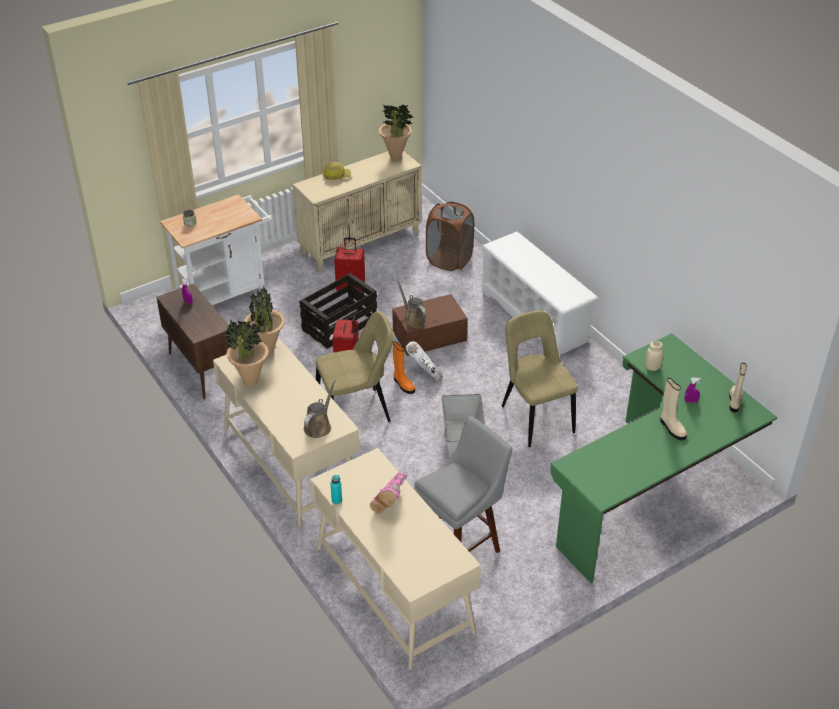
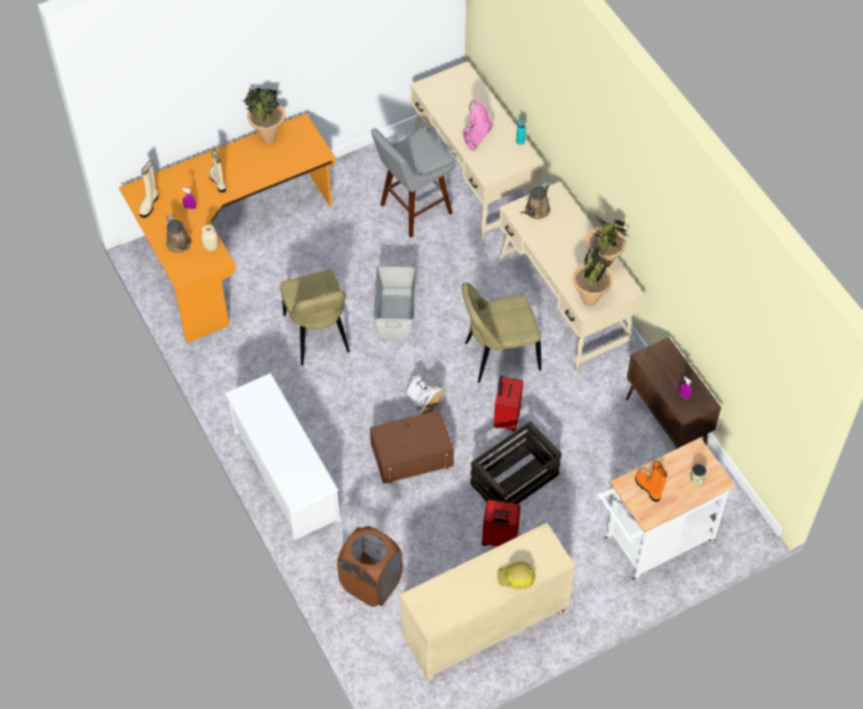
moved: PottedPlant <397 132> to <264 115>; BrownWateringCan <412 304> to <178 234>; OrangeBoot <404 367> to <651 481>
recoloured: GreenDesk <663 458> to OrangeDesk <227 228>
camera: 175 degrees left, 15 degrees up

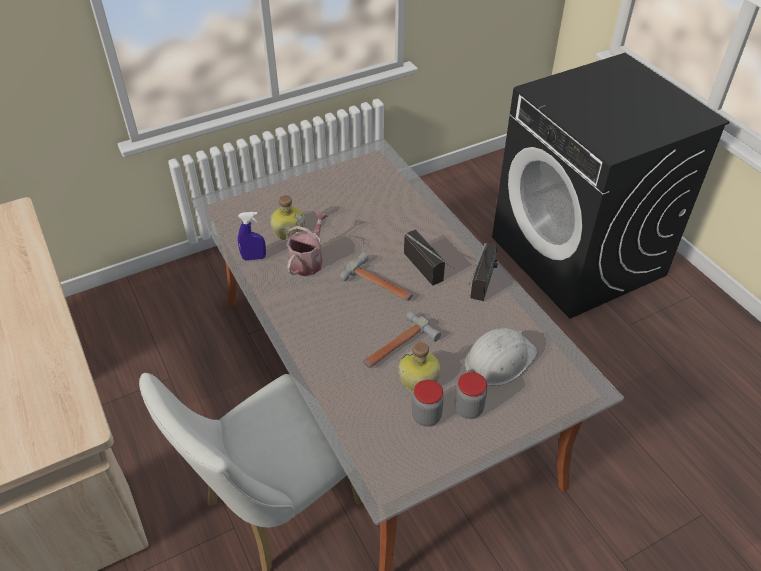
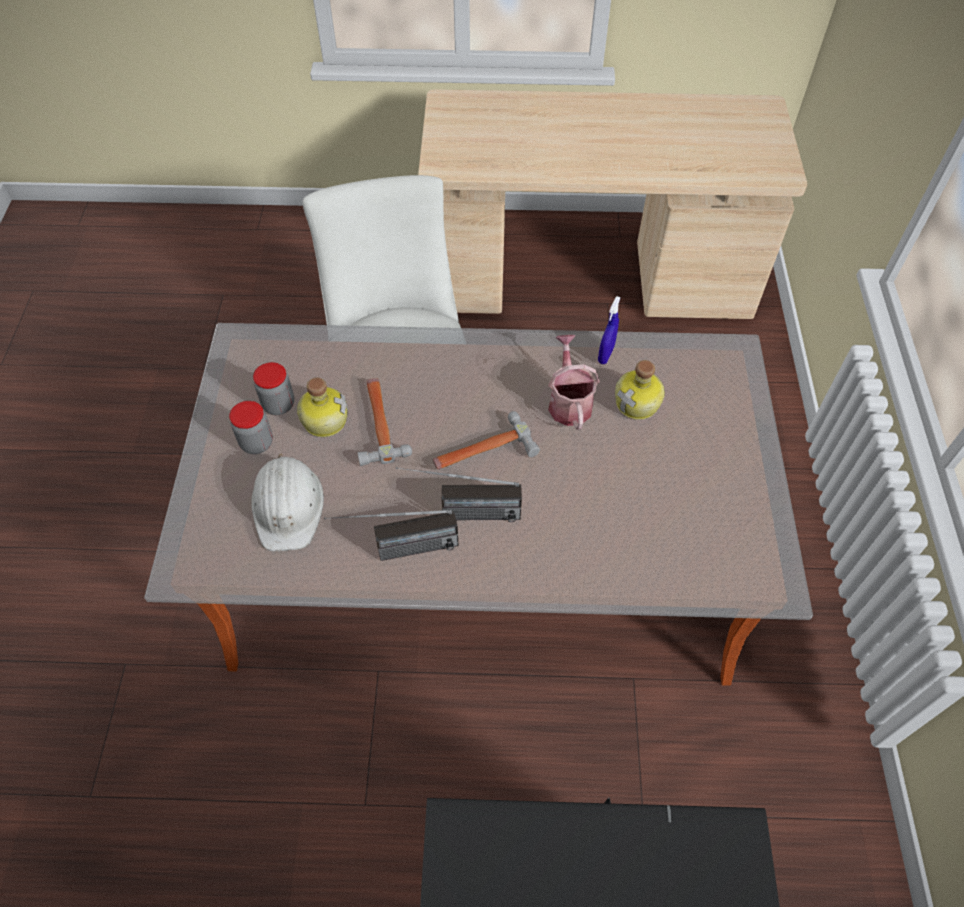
turned: WateringCan <308 244> = <574 382> 150 degrees counterclockwise; Radio <483 272> = <391 535> 60 degrees counterclockwise
camera: 120 degrees right, 10 degrees up

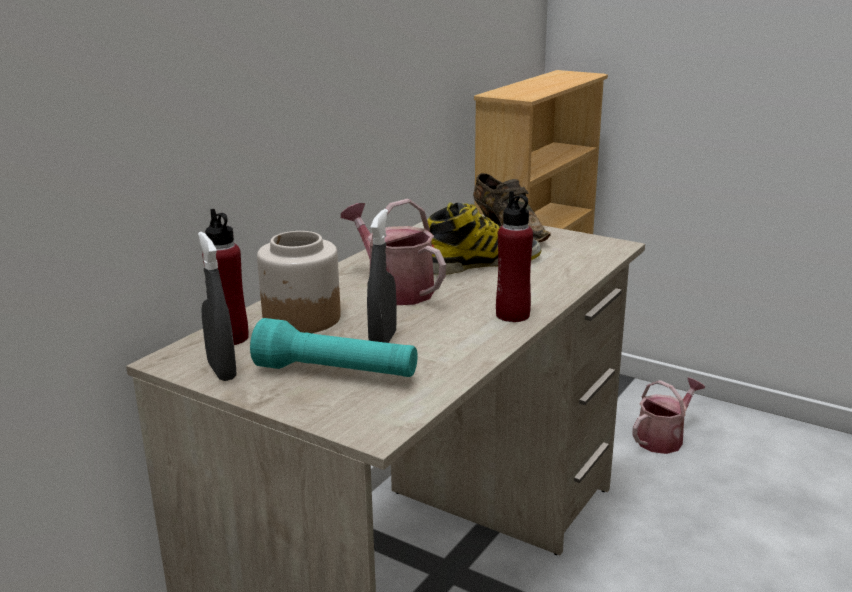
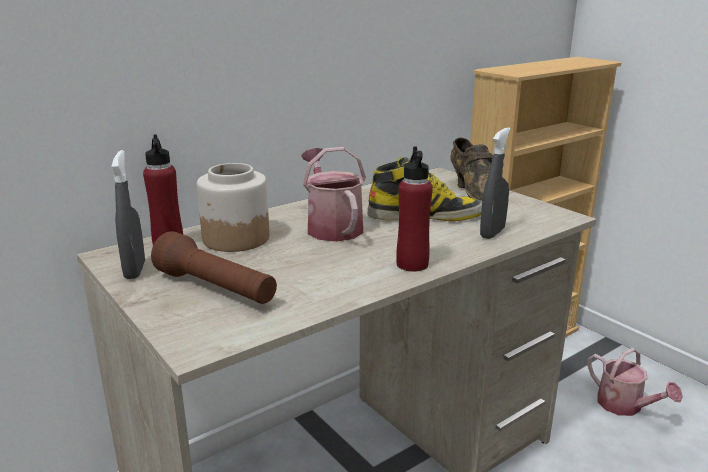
moved: GreySprayBottle <382 276> to <495 183>
recoloured: TurquoiseFlashlight <334 347> to BrownFlashlight <214 267>
turned: WateringCan <668 415> = <635 382> 75 degrees clockwise
camera: 20 degrees right, 0 degrees up

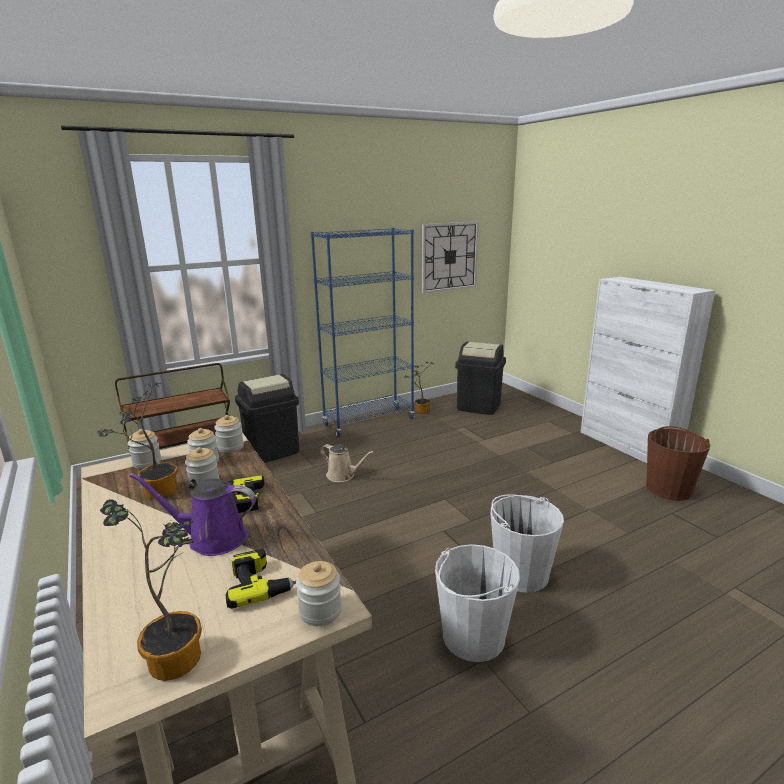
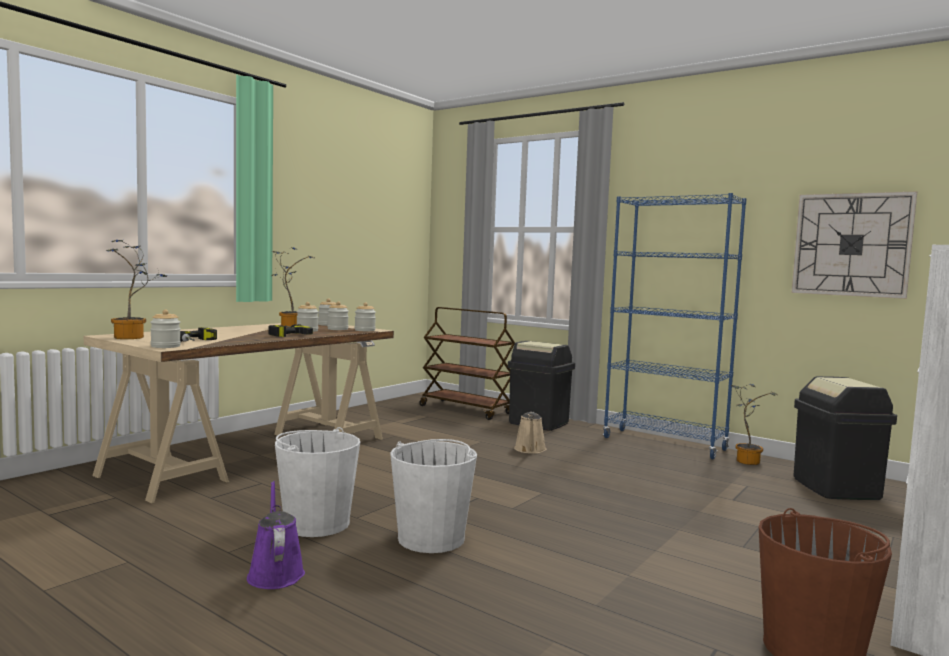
moved: PurpleWateringCan <192 514> to <276 535>
camera: 65 degrees right, 15 degrees down

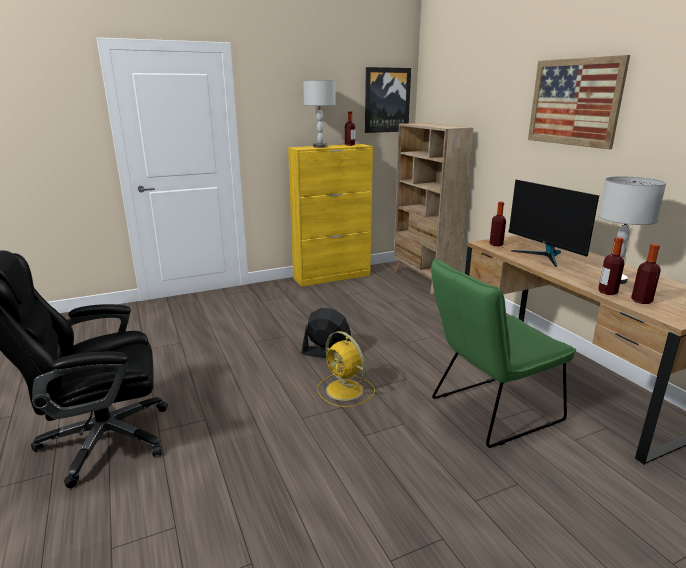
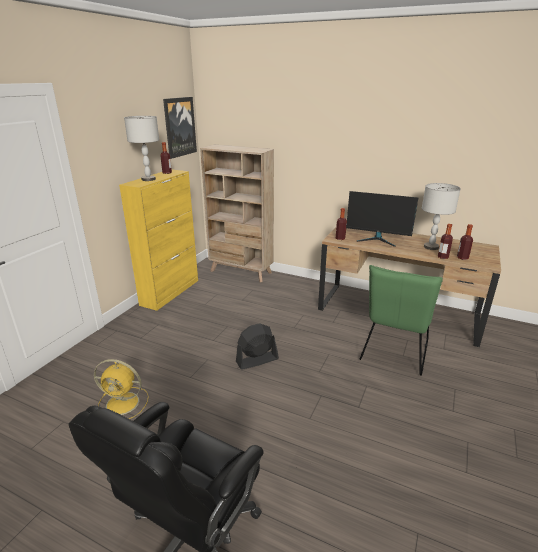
removed: Picture <579 102>
moved: YellowFan <346 369> to <121 389>
camera: 40 degrees left, 5 degrees up

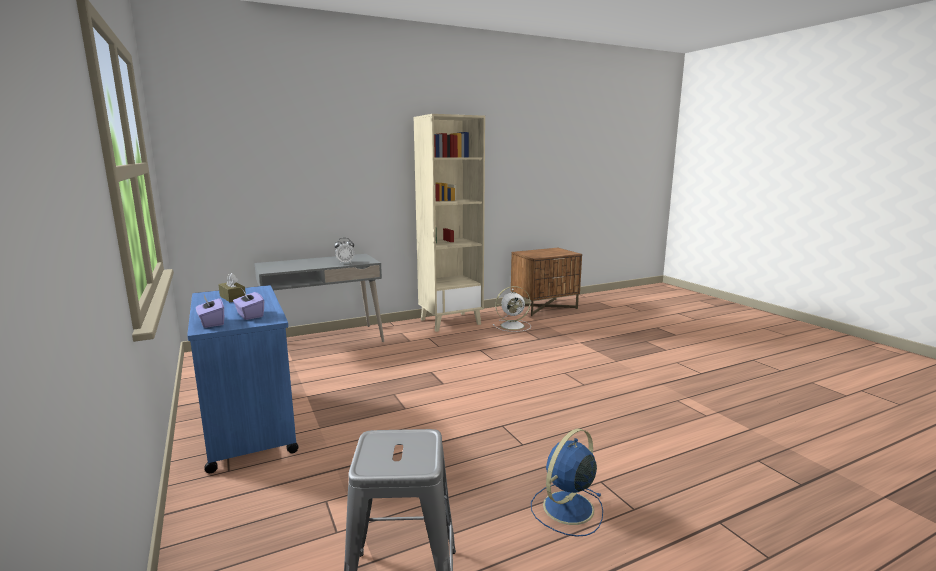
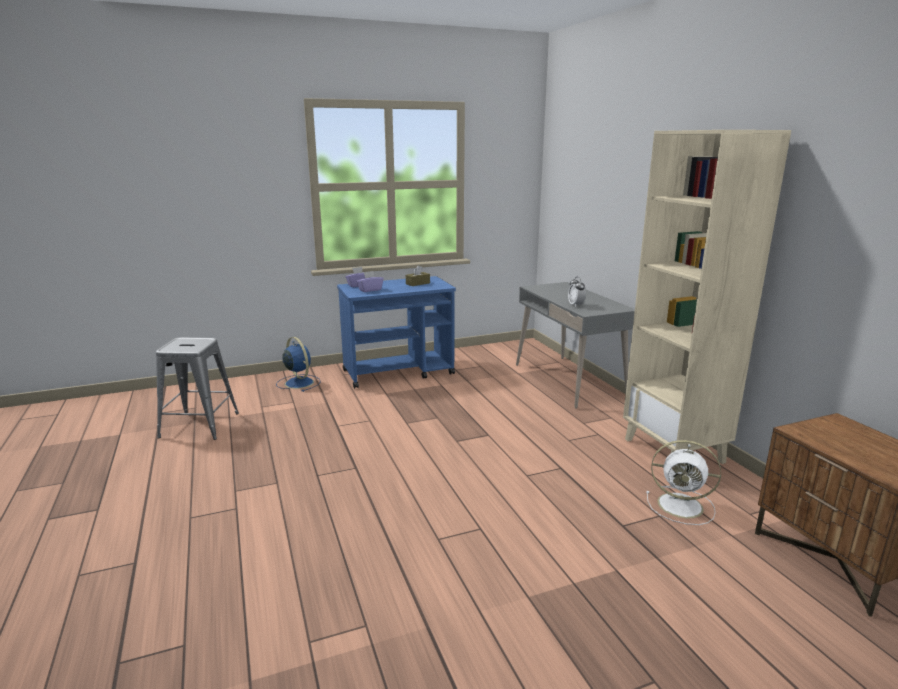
moved: BlueFan <567 482> to <298 364>
turned: WhiteFan <512 309> = <683 482> 60 degrees counterclockwise
camera: 95 degrees right, 5 degrees up

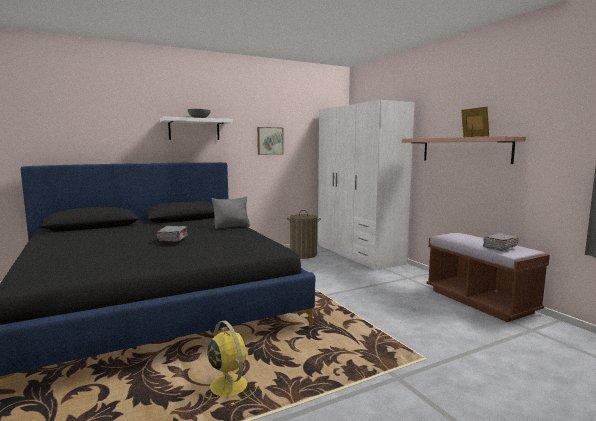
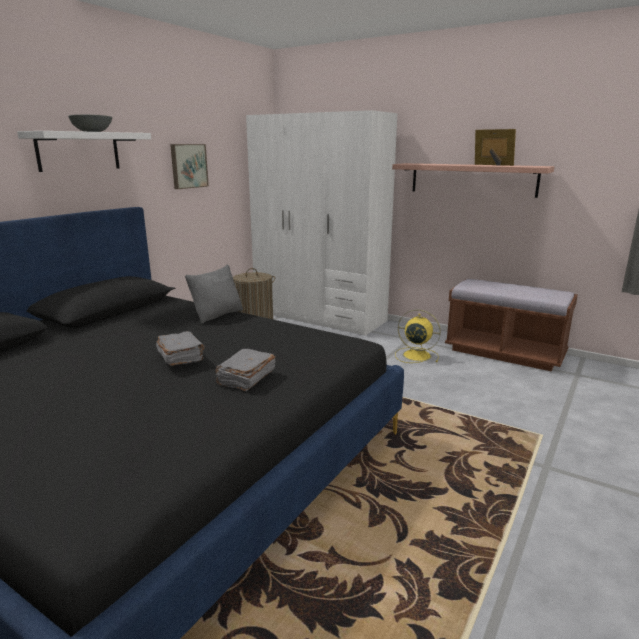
moved: GreyBook <501 242> to <246 370>; YellowFan <230 363> to <418 336>
camera: 30 degrees left, 10 degrees up

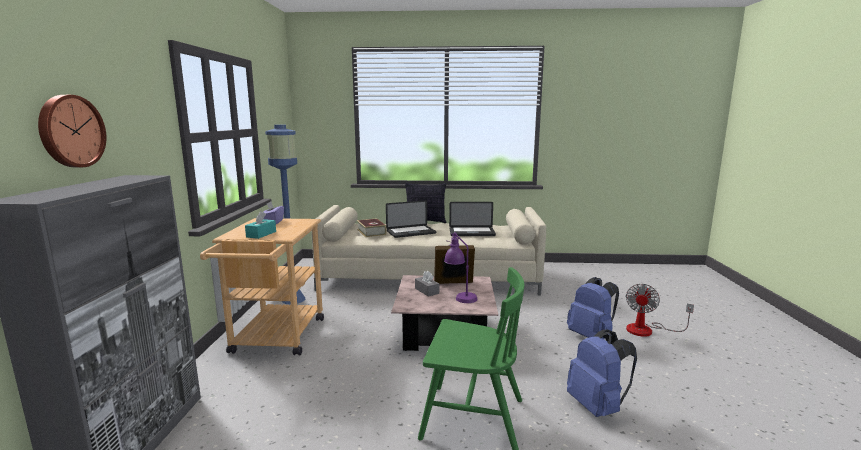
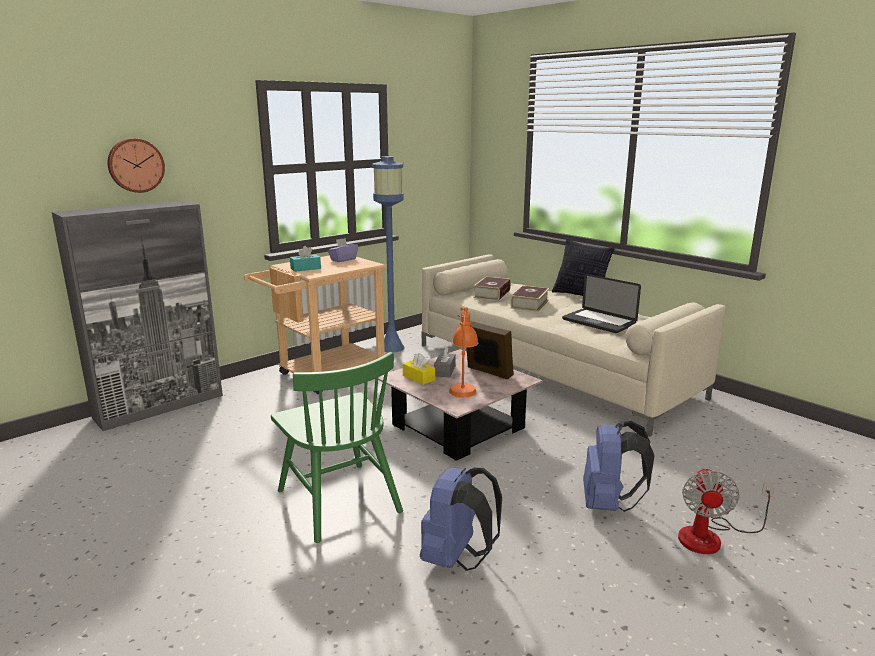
added: YellowTissueBox <419 369>
replaced: Laptop <411 219> to Book <529 299>
recoloured: PurpleTableLamp <461 267> to OrangeTableLamp <464 352>
turned: Fan <660 310> = <726 510> 60 degrees counterclockwise
camera: 45 degrees right, 5 degrees up

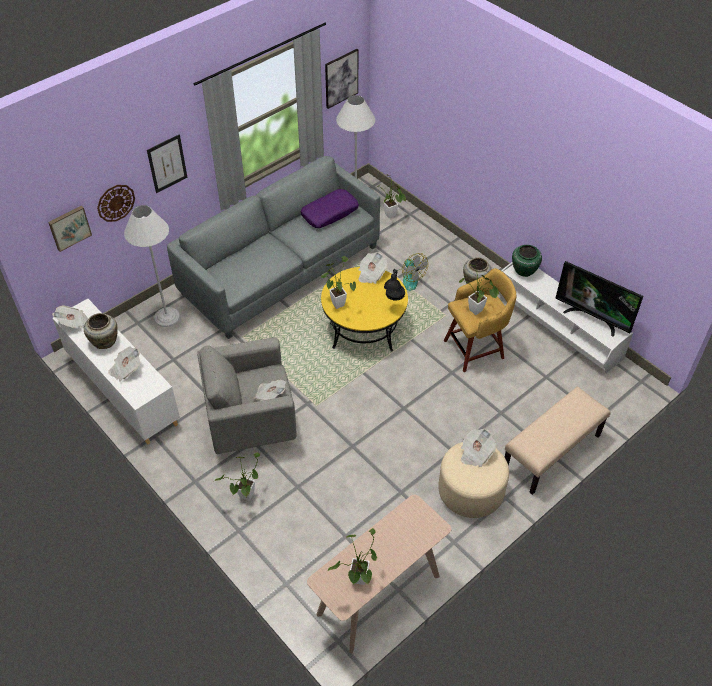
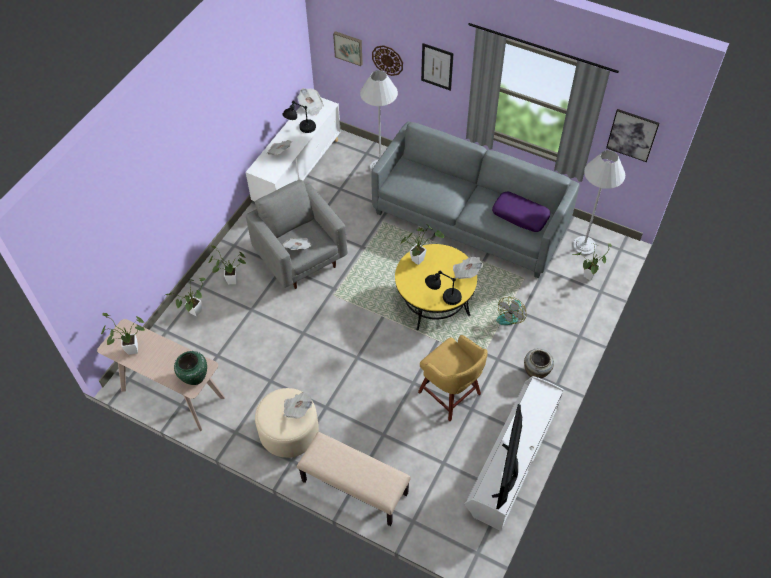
moved: GreenVase <527 261> to <190 368>; PottedPlant <479 289> to <185 297>
replaced: BeigeVase <101 331> to BlackTableLamp <299 117>
camera: 70 degrees right, 5 degrees up

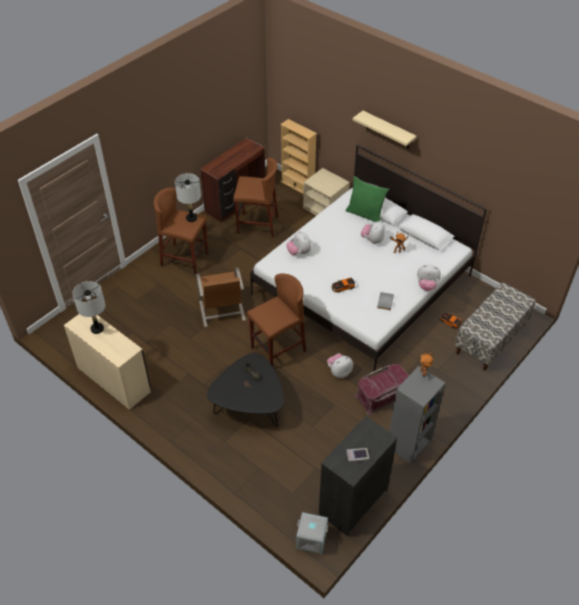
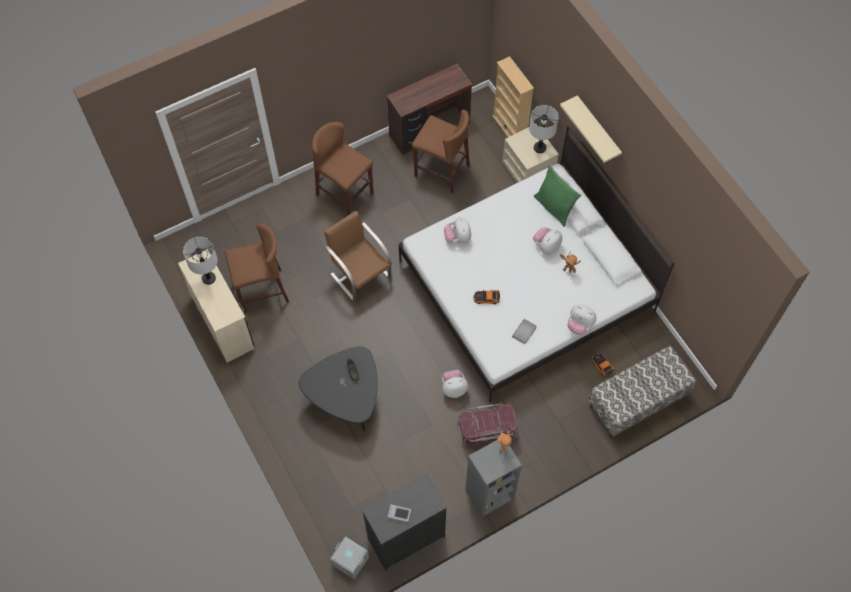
moved: GreyTableLamp <188 197> to <544 129>; BrownStool <276 320> to <257 268>
turned: BrownChair <221 297> = <357 255> 135 degrees clockwise
camera: 20 degrees right, 15 degrees up

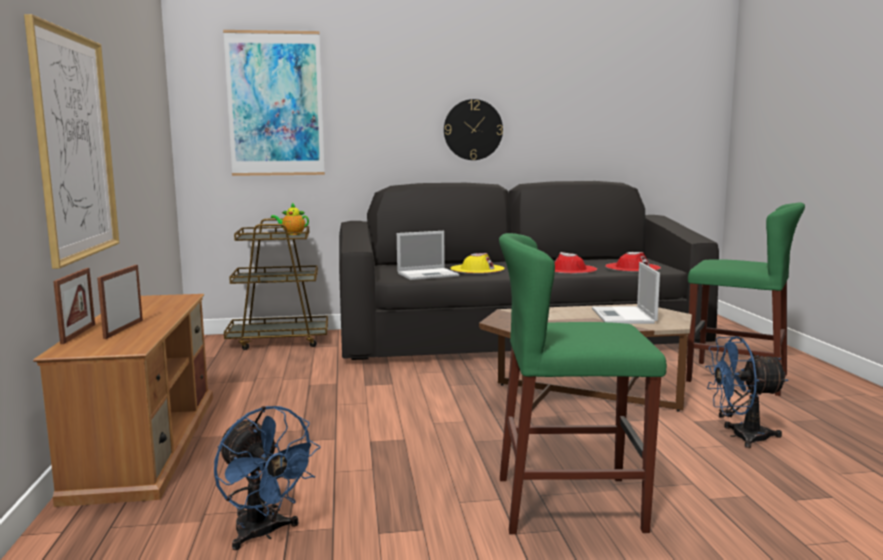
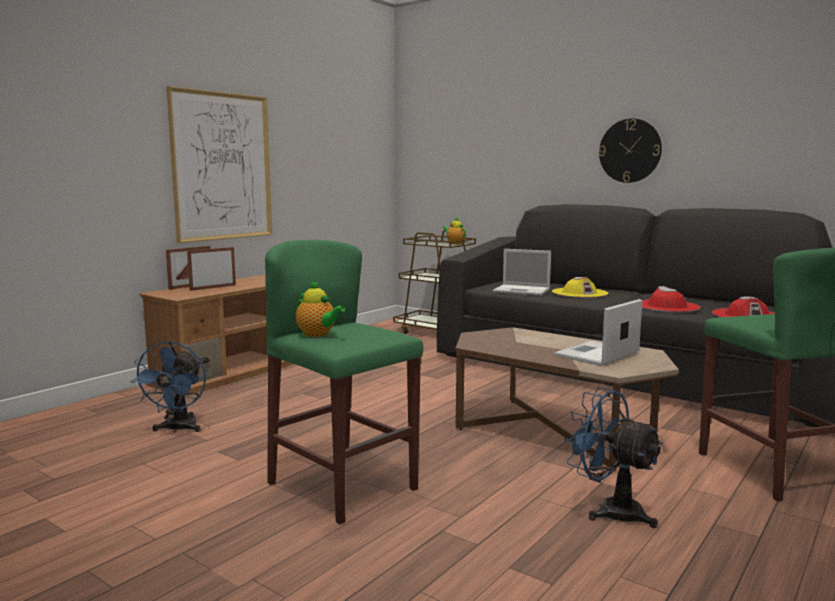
removed: Picture <274 103>
added: Teapot <320 308>
camera: 45 degrees right, 0 degrees up

